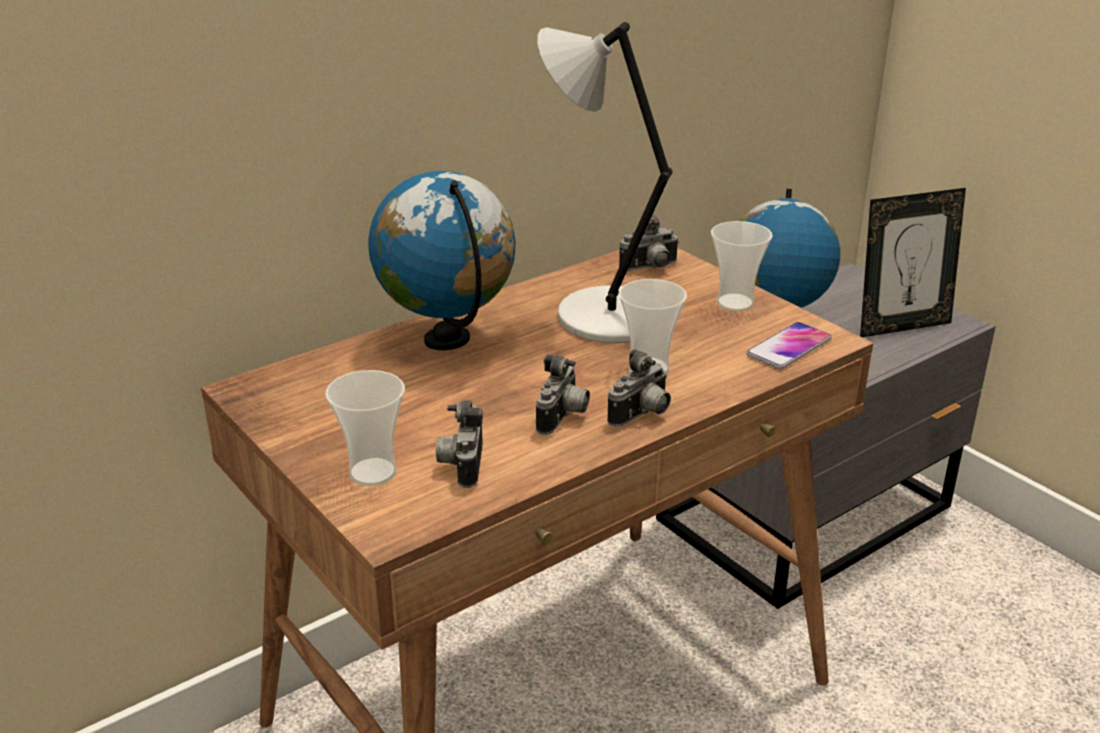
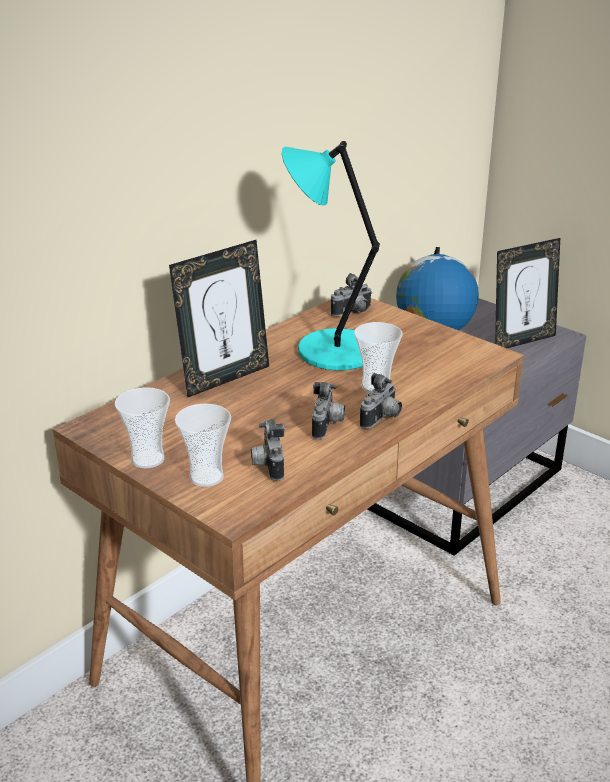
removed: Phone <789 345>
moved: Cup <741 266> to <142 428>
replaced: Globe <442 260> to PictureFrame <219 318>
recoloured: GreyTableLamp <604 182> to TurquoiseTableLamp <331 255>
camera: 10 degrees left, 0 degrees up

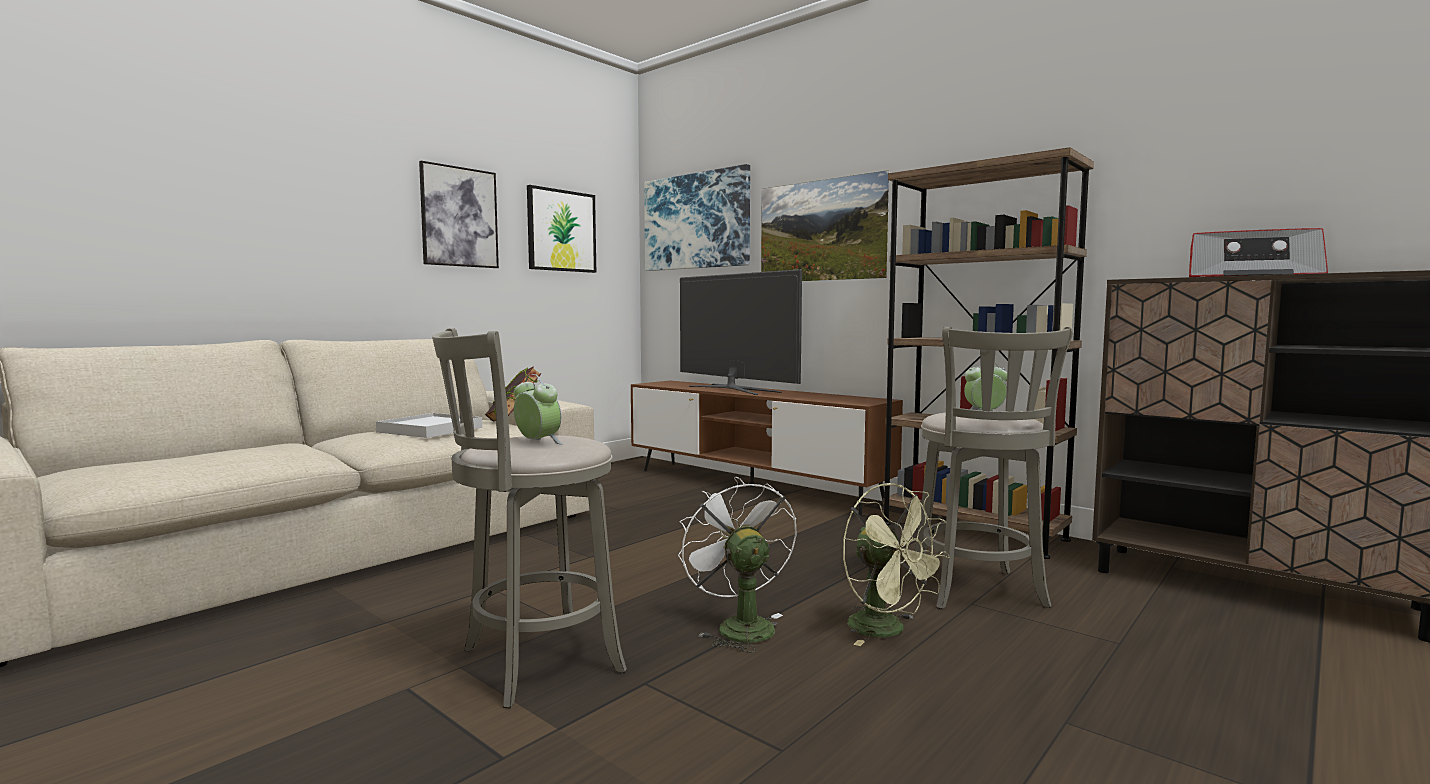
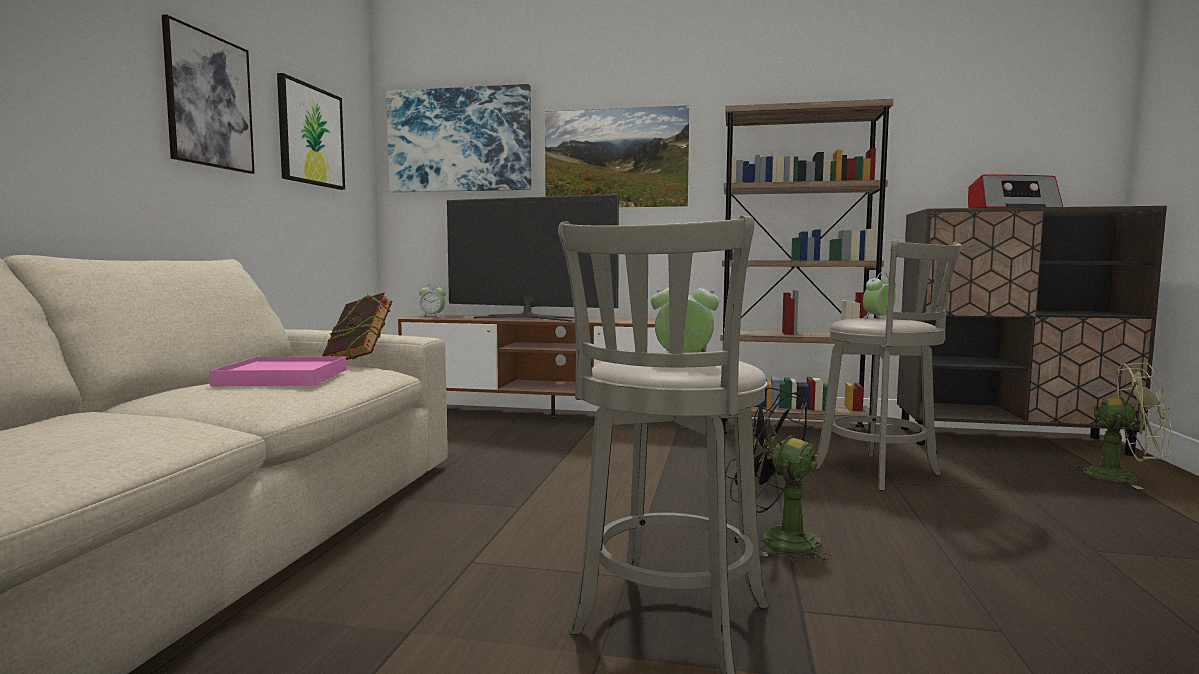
added: AlarmClock <432 300>
moved: GreenFan <896 564> to <1119 425>
recoloured: WhiteTray <429 425> to PinkTray <278 371>; WhiteFan <737 565> to BlackFan <778 474>
camera: 30 degrees left, 0 degrees up

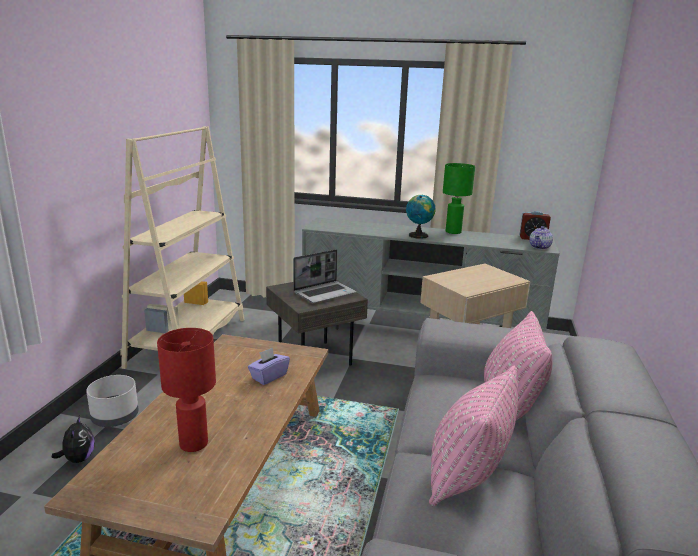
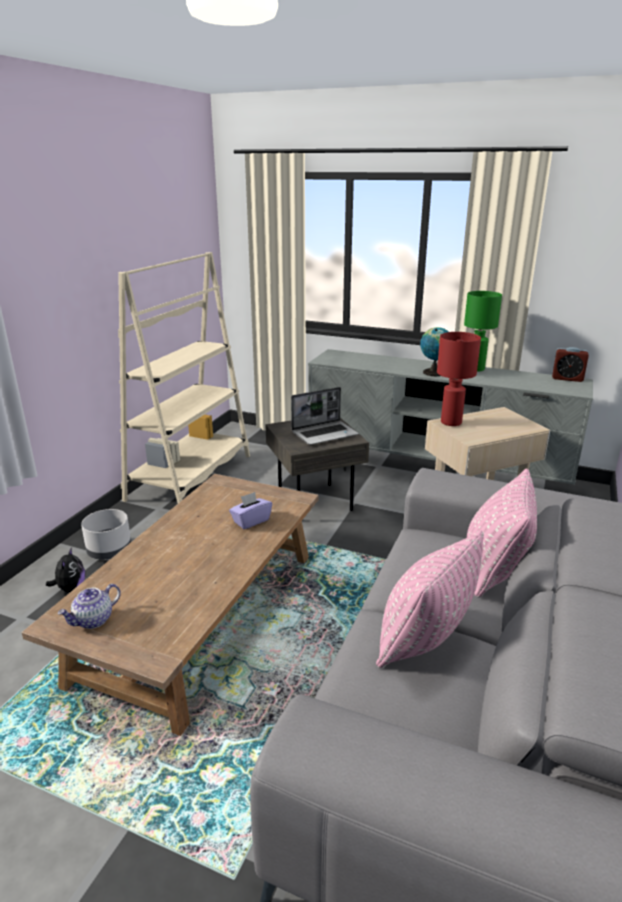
moved: Teapot <541 238> to <89 606>; RedTableLamp <186 390> to <459 379>
camera: 10 degrees right, 5 degrees up

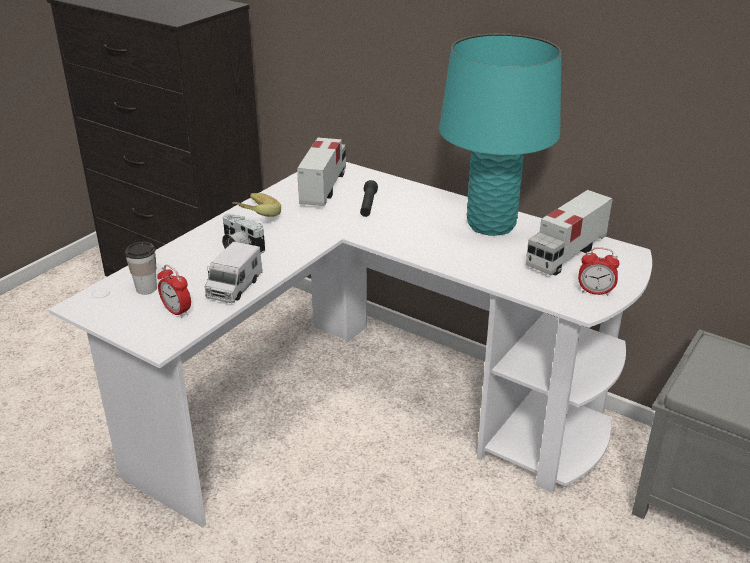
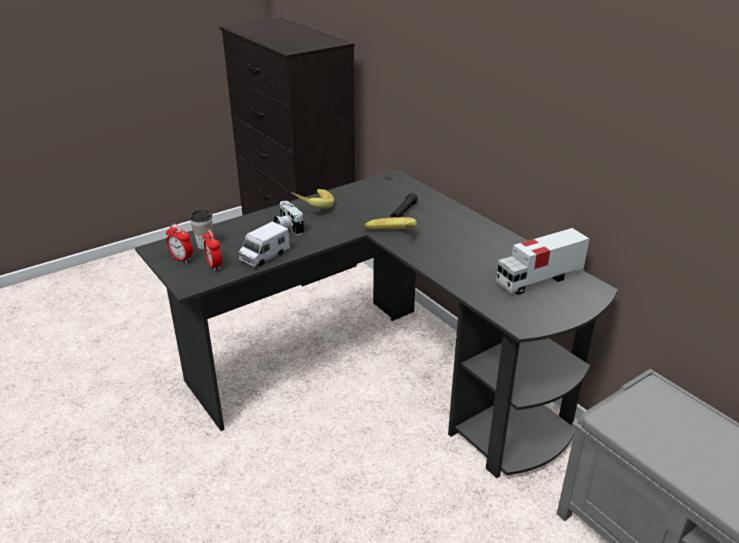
removed: TurquoiseTableLamp <500 135>; ToyTruck <321 172>
added: Banana <390 223>
moved: AlarmClock <599 271> to <179 243>
recoloured: WhiteDesk <350 345> to BlackDesk <376 324>
camera: 20 degrees right, 0 degrees up

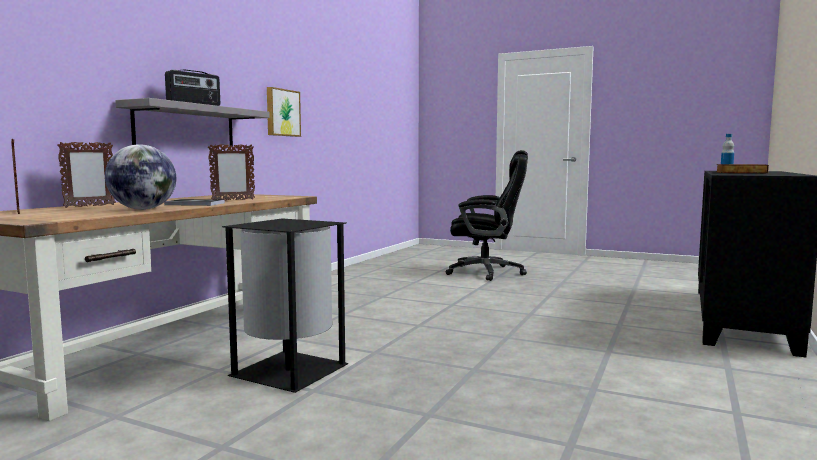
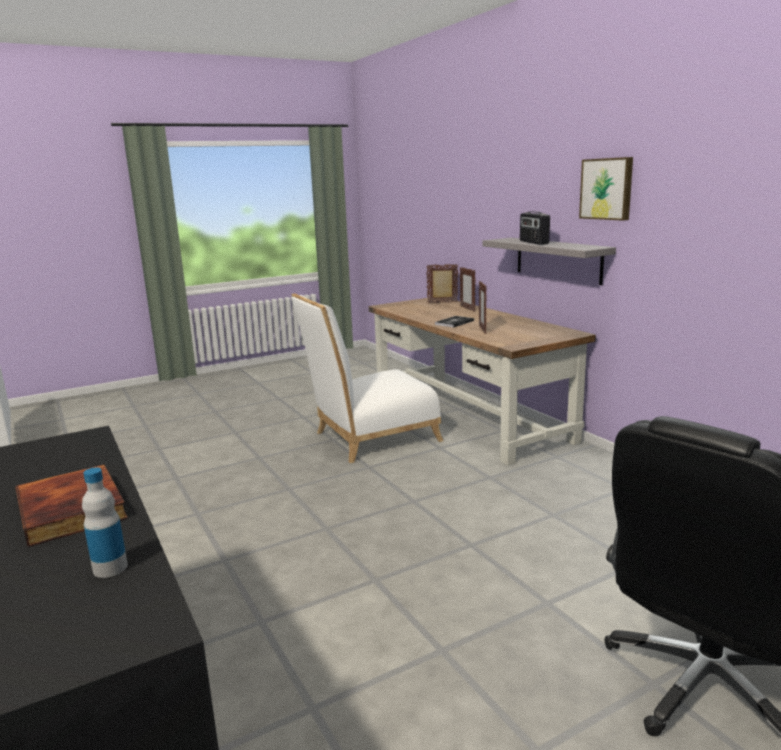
removed: Globe <140 177>
moved: Picture <284 112> to <606 189>
replaced: BlackTrashCan <285 305> to WhiteChair <367 378>
camera: 125 degrees right, 10 degrees up

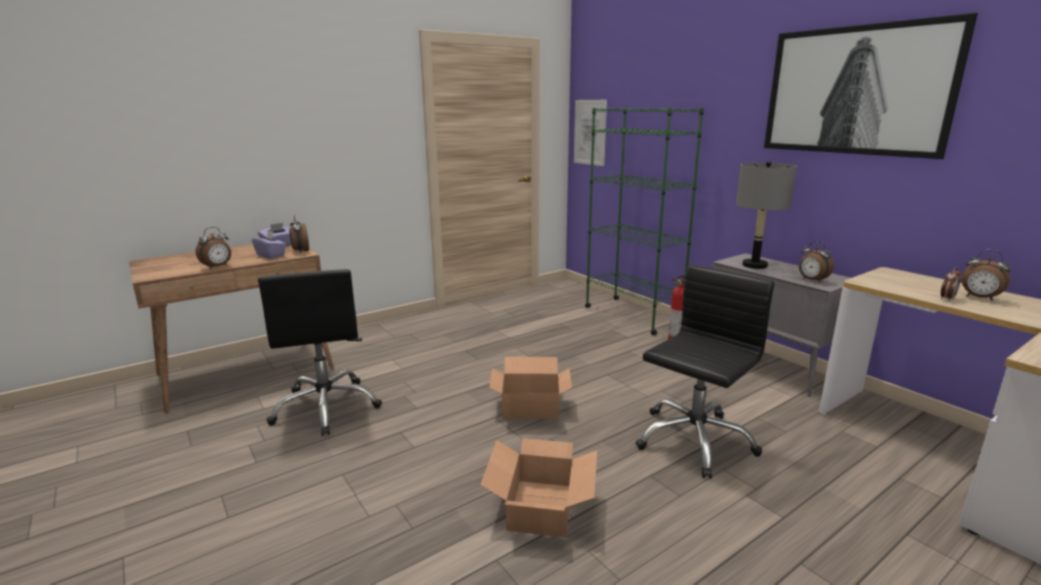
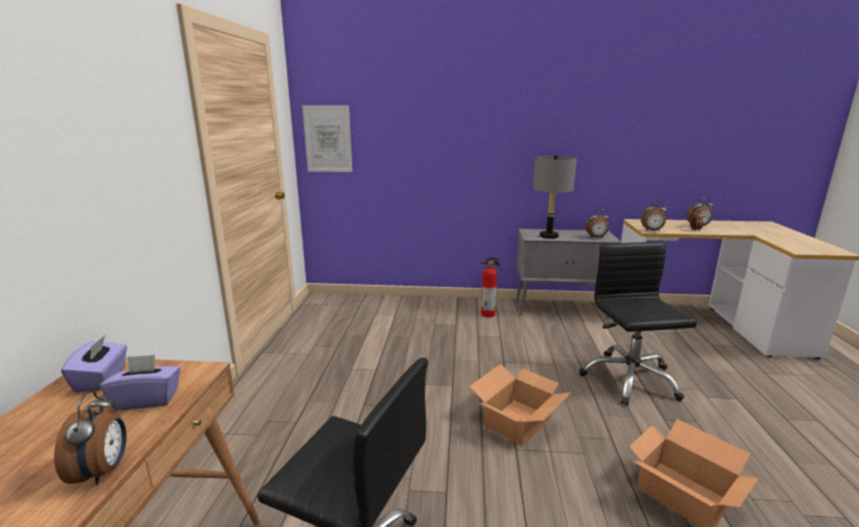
removed: Picture <871 86>; GreenBookcase <644 221>
moved: AlarmClock <299 234> to <654 215>
camera: 50 degrees left, 0 degrees up

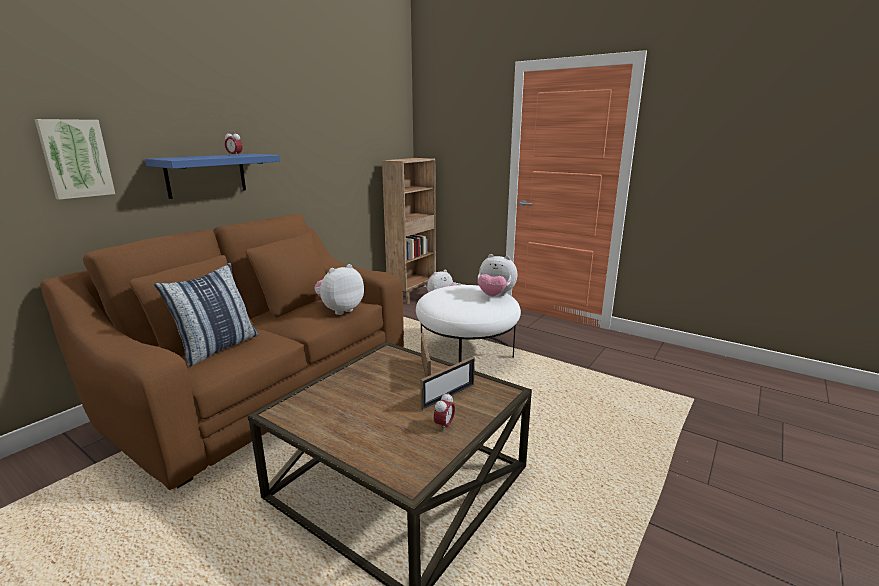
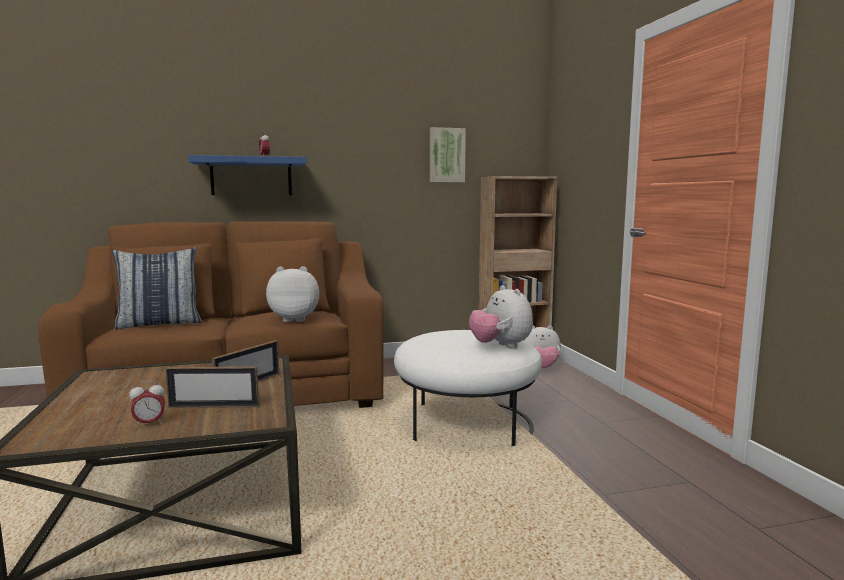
moved: Picture <75 159> to <448 154>
camera: 40 degrees right, 10 degrees down

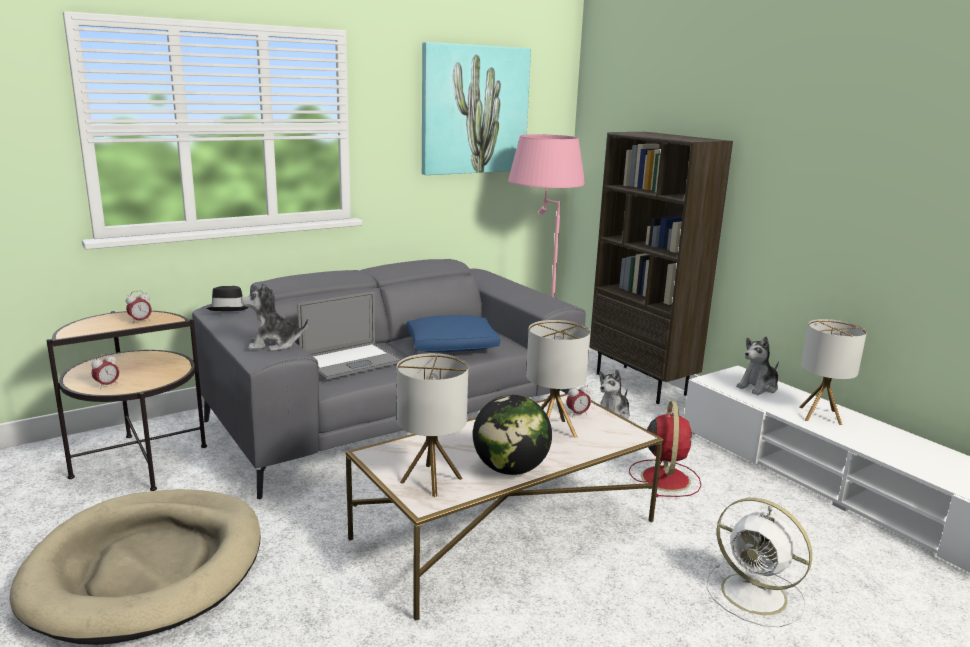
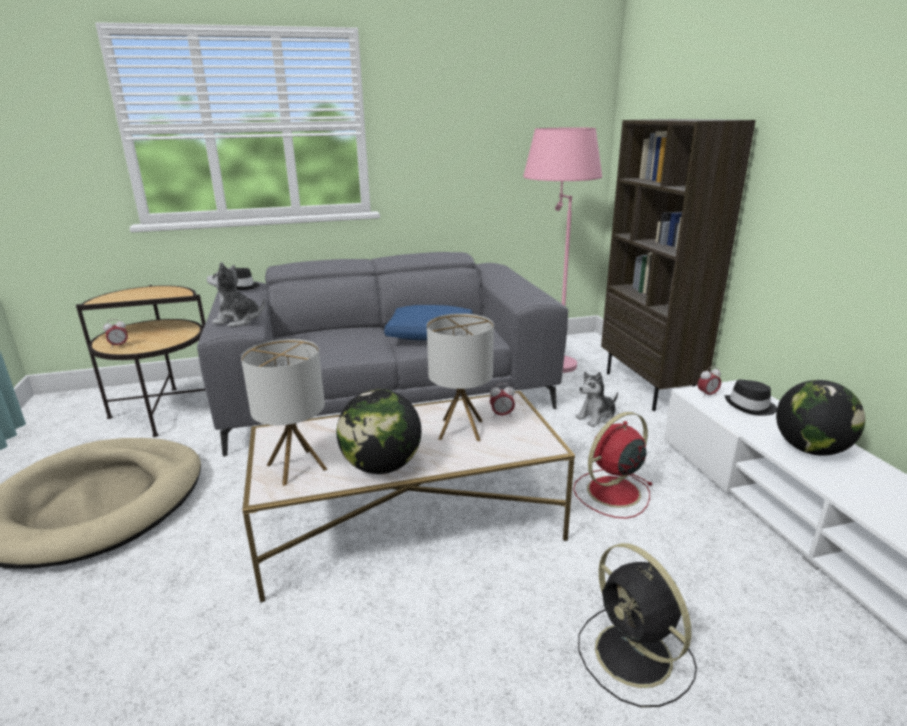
removed: Picture <476 108>; Laptop <349 336>
moved: AlarmClock <139 307> to <709 382>
replaced: TableLamp <833 372> to Globe <820 418>; PlushToy <757 365> to BlackHat <751 397>
recoloured: WhiteFan <759 562> to BlackFan <637 625>
turned: RedFan <665 449> = <613 465> 150 degrees counterclockwise
camera: 20 degrees right, 5 degrees up

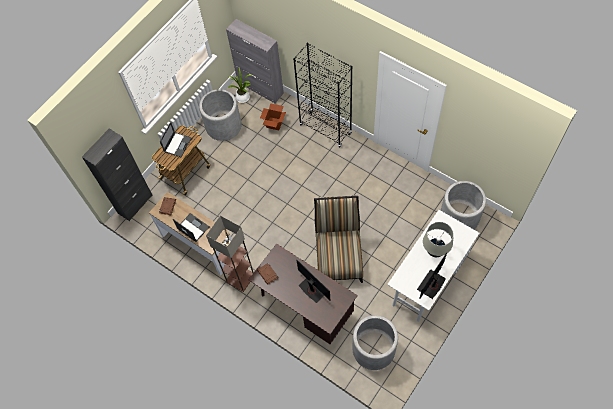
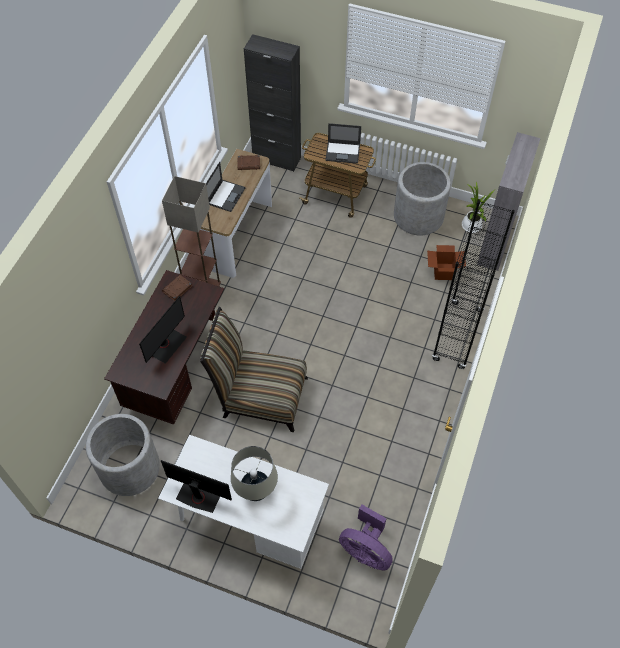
replaced: GreyPlanter <463 205> to PurpleFan <366 538>
turned: Chair <338 239> = <254 369> 150 degrees counterclockwise
camera: 70 degrees right, 5 degrees down

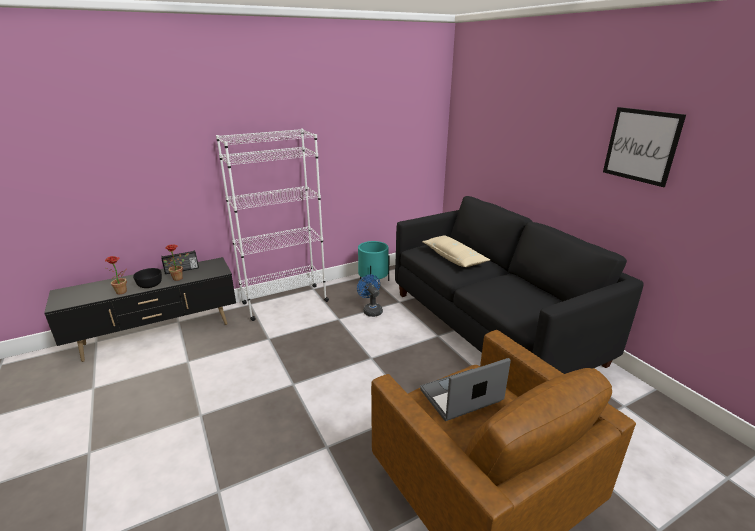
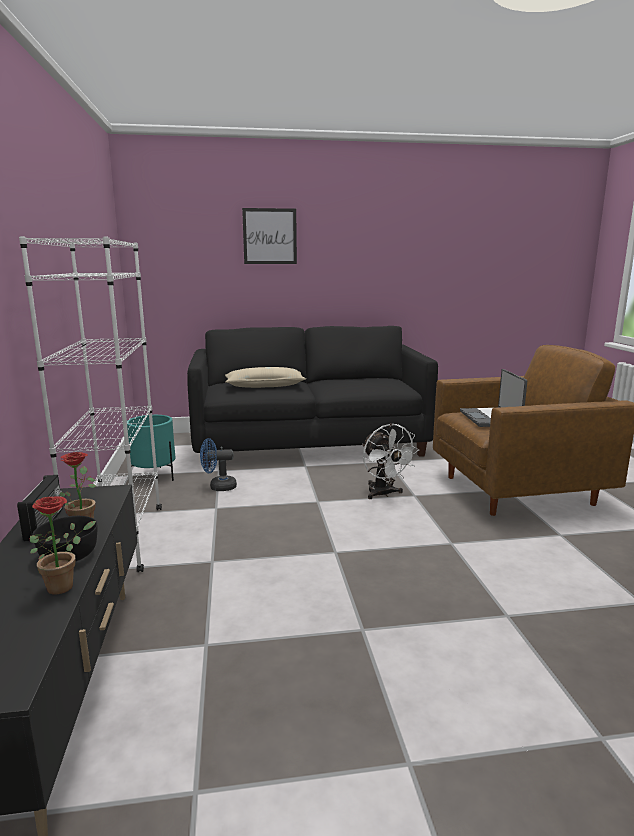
added: WhiteFan <390 461>
moved: Picture <644 147> to <269 236>
camera: 70 degrees left, 10 degrees down

